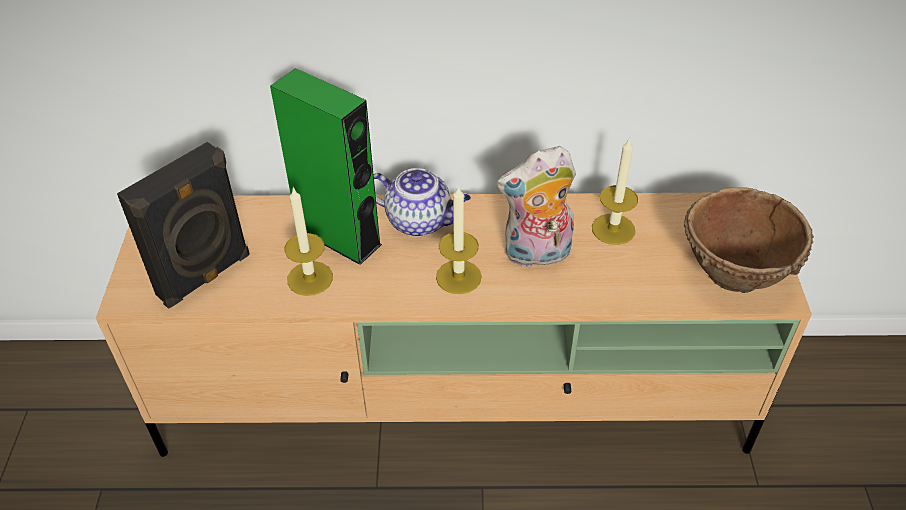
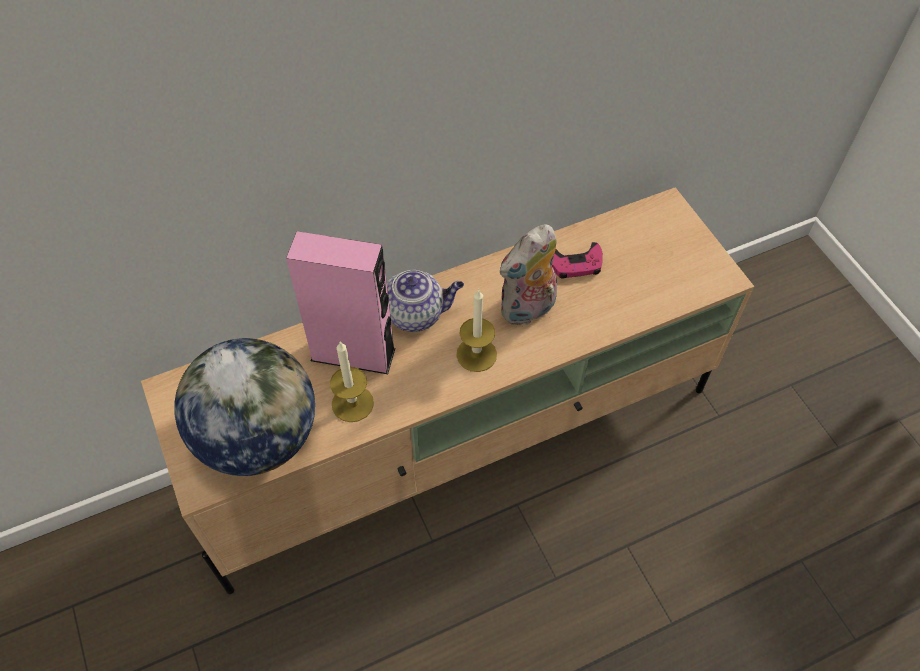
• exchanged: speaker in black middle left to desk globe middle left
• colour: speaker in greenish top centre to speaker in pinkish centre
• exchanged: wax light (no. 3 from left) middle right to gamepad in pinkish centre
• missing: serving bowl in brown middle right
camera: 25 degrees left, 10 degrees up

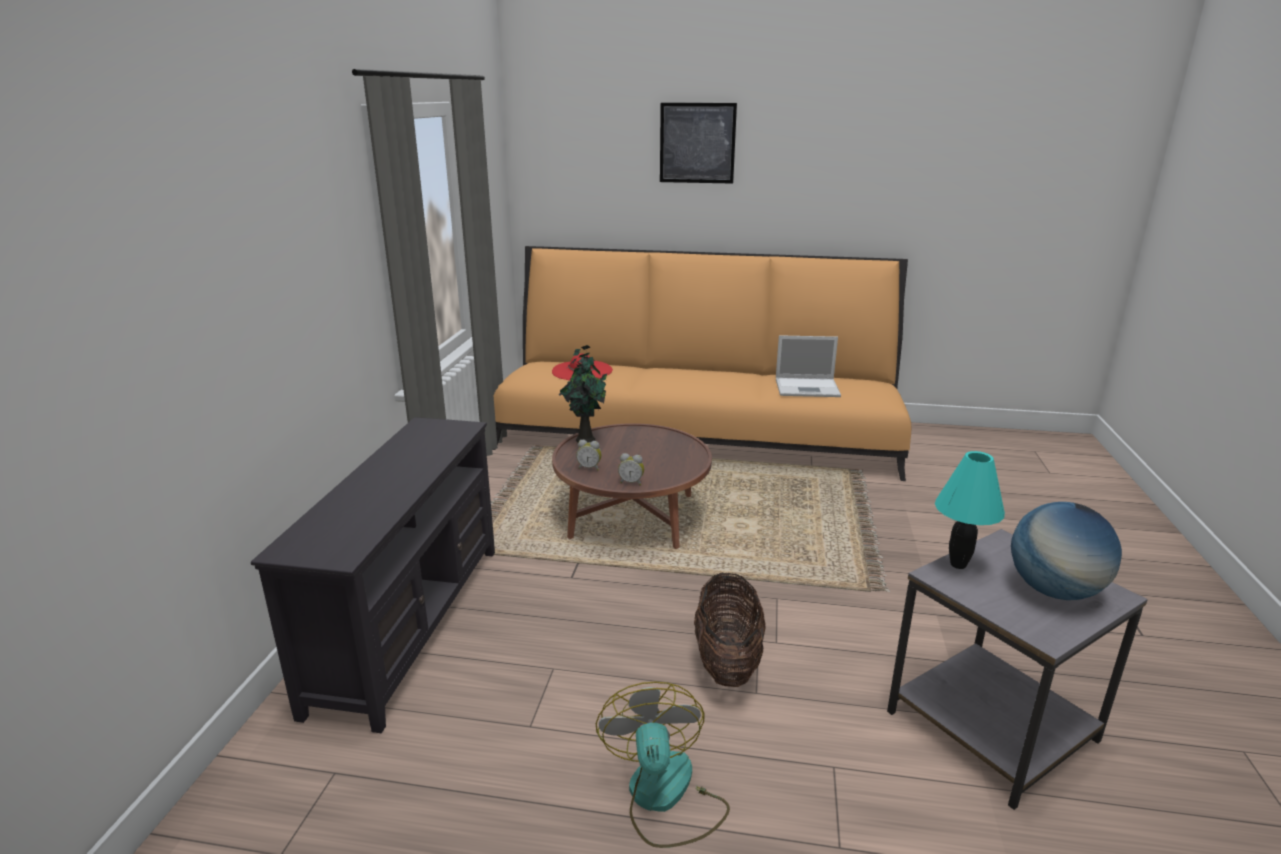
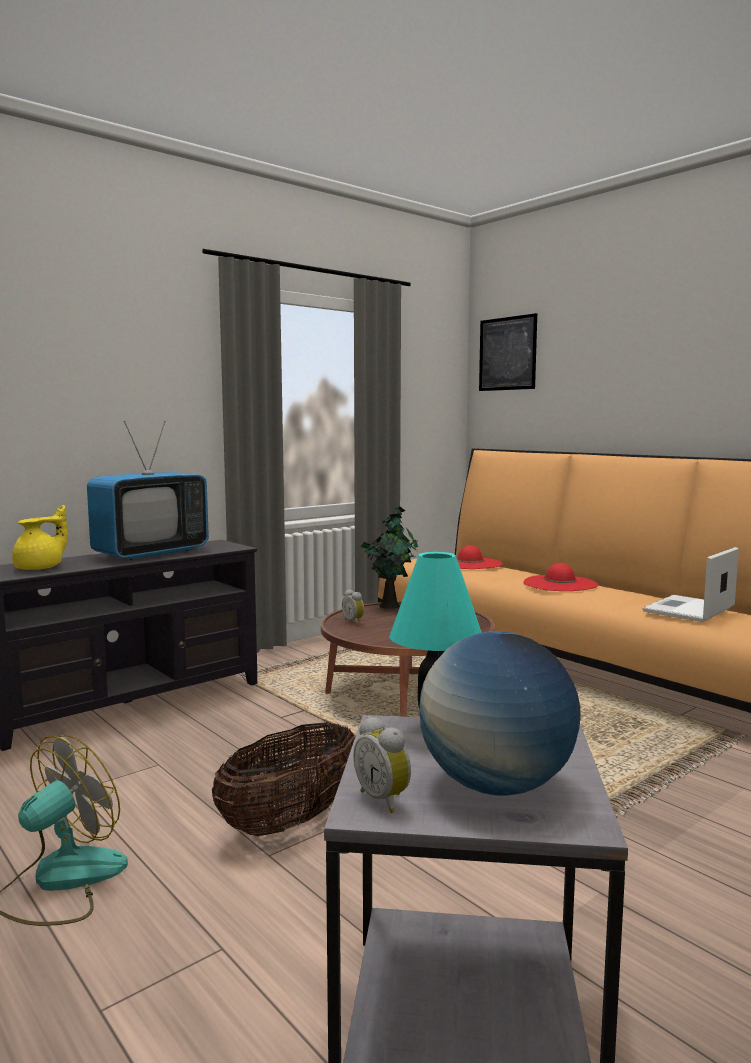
• appeared: tea pot in yellowish middle left
• appeared: TV set middle left
• relocated: alarm clock (no. 2 from left) centre to bottom centre
• relocated: picture top centre to top right
• appeared: clothing hat in red-coloured (no. 2 from left) middle right
• spun: portable computer centre = middle right 90 degrees clockwise
camera: 40 degrees right, 15 degrees down

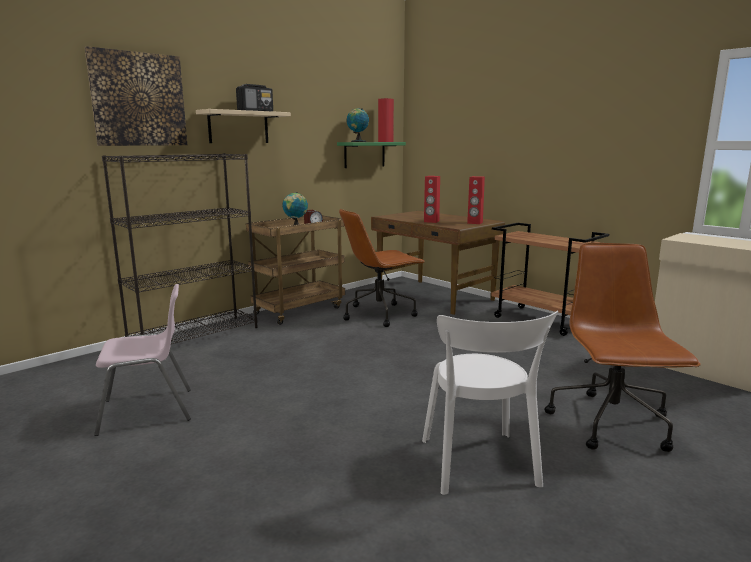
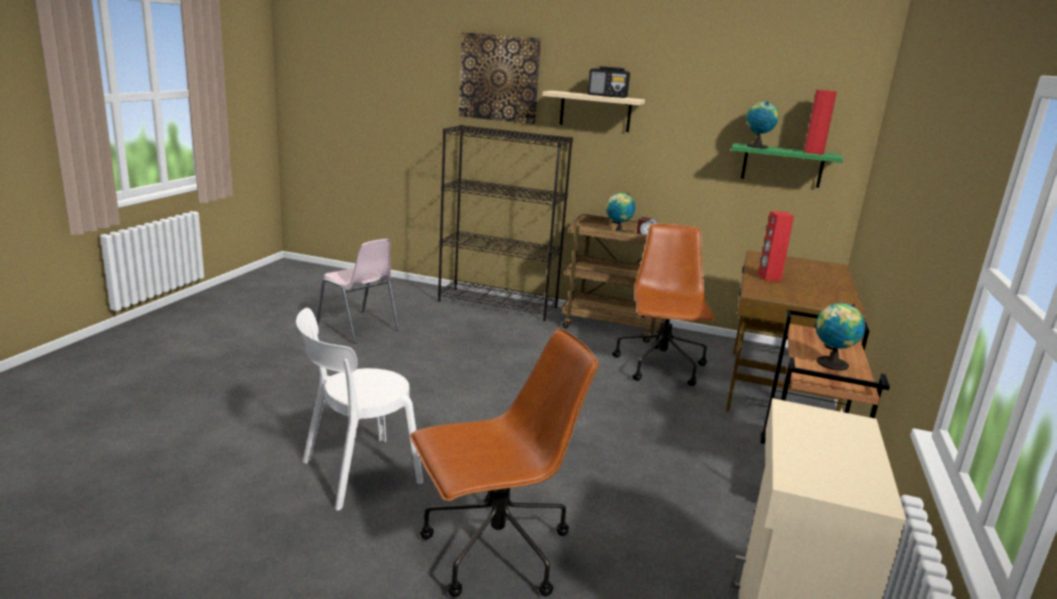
• spun: desk chair in brown (no. 1 from left in the first image) centre = centre 60 degrees clockwise
• appeared: desk globe (no. 3 from left) middle right
• missing: speaker in red-coloured (no. 3 from left) centre
camera: 60 degrees right, 5 degrees up

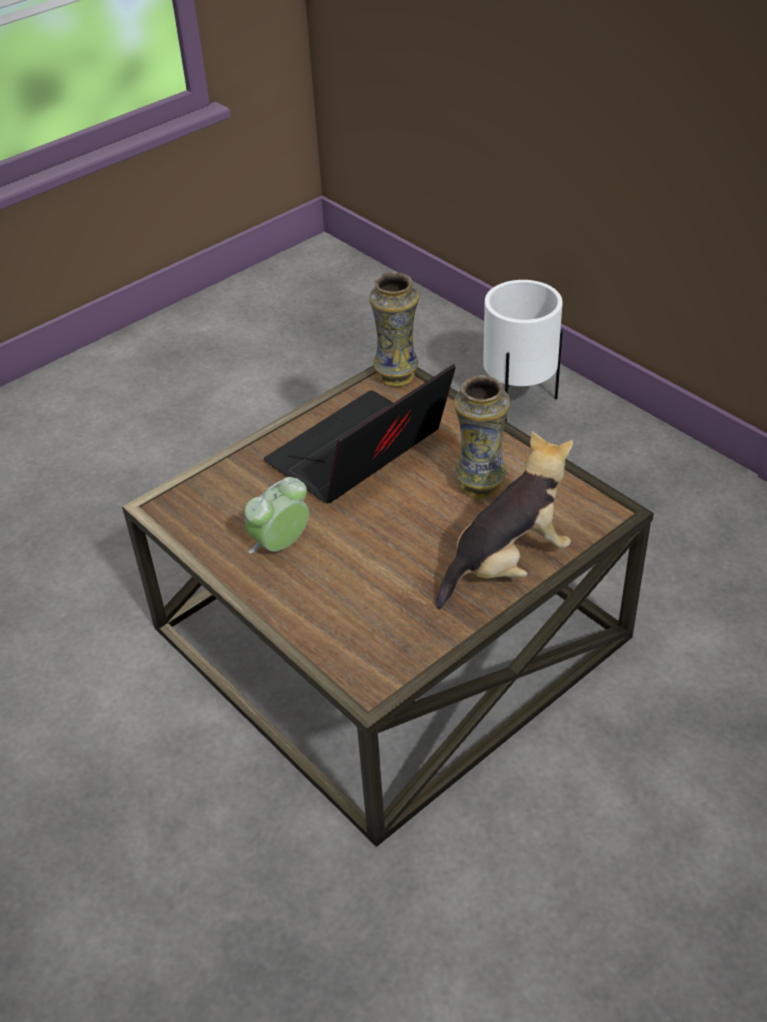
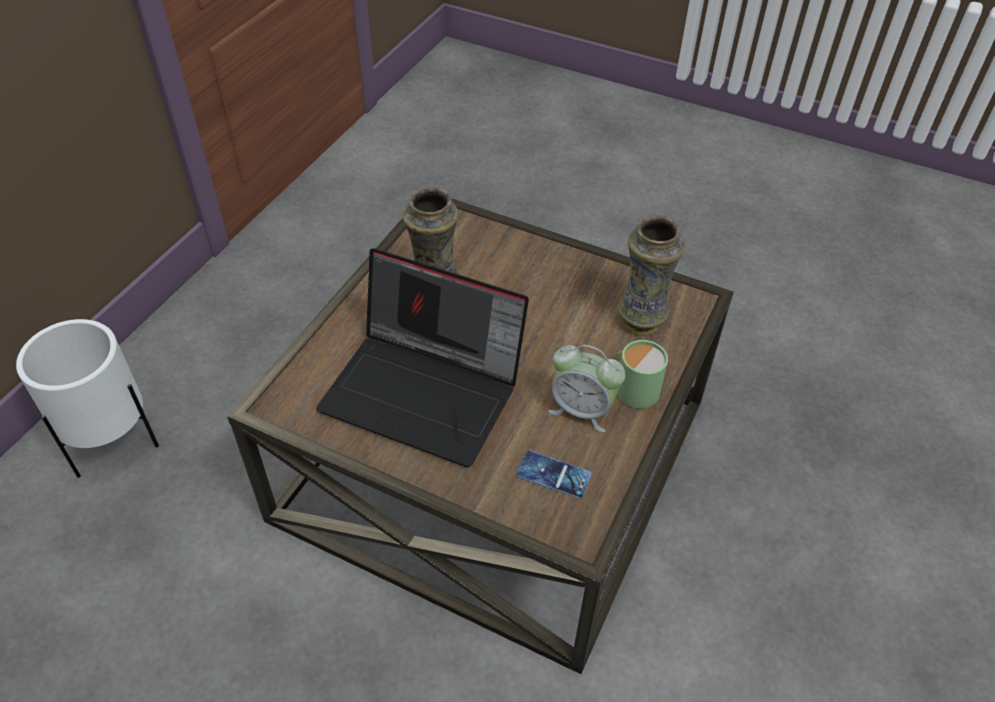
• appeared: phone bottom centre
• appeared: mug in greenish centre
• relocated: flower vase (no. 1 from left in the first image) top centre to flower vase (no. 2 from left) centre
• missing: cuddly toy centre
camera: 115 degrees left, 5 degrees up

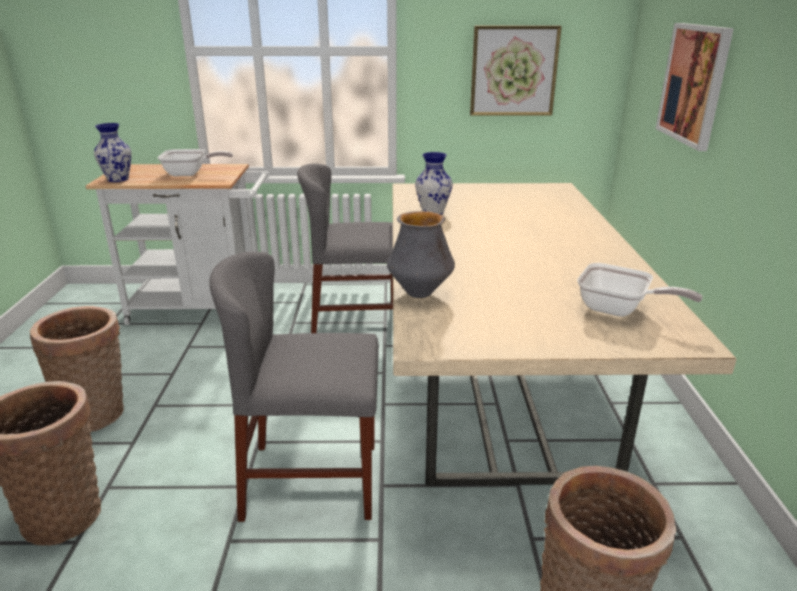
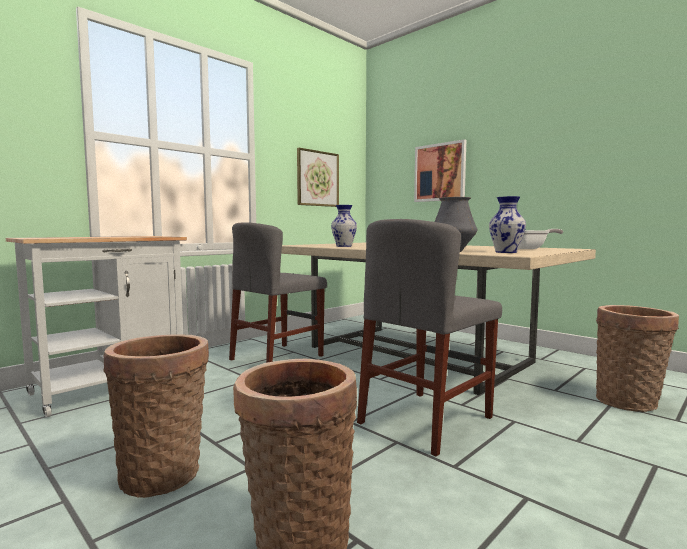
• relocated: flower vase (no. 1 from left in the first image) top left to flower vase (no. 3 from left) middle right
• missing: pan (no. 1 from left) top left
camera: 45 degrees left, 20 degrees down

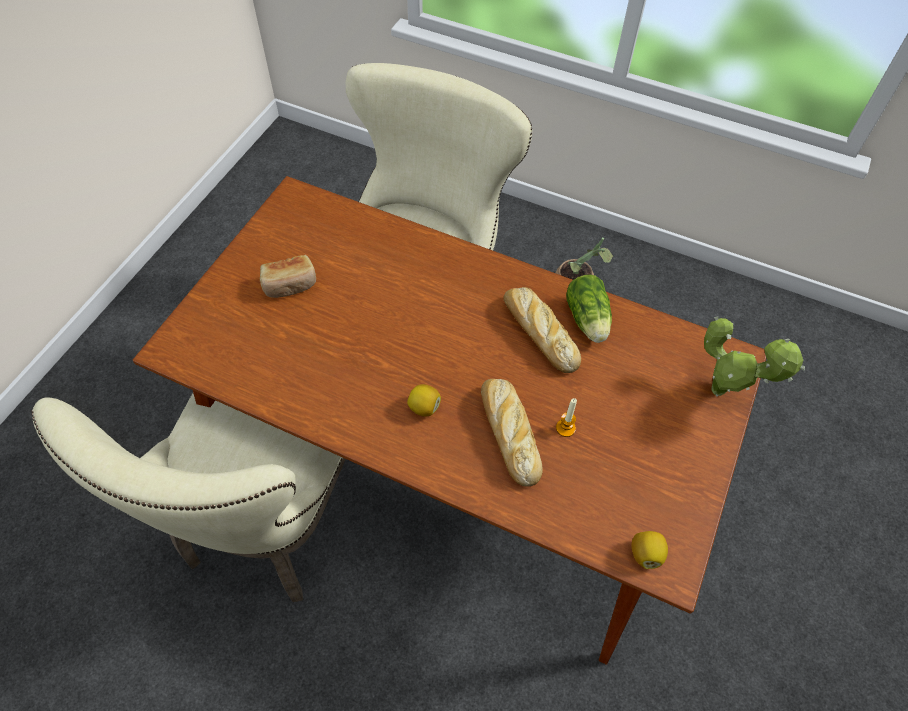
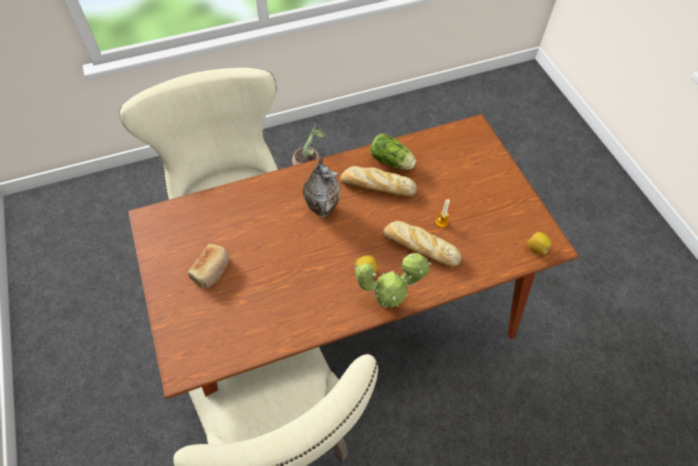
• appeared: flower vase centre
• relocated: houseplant (no. 2 from left) middle right to centre
camera: 45 degrees left, 0 degrees up

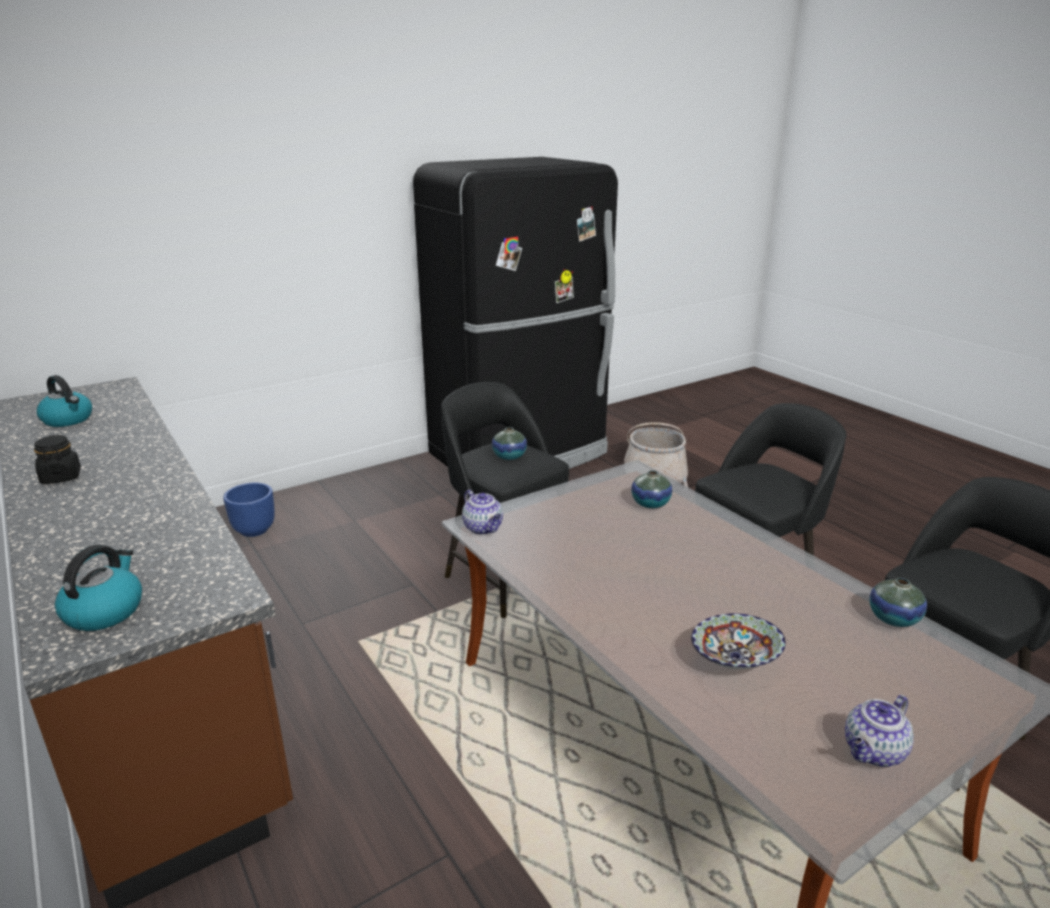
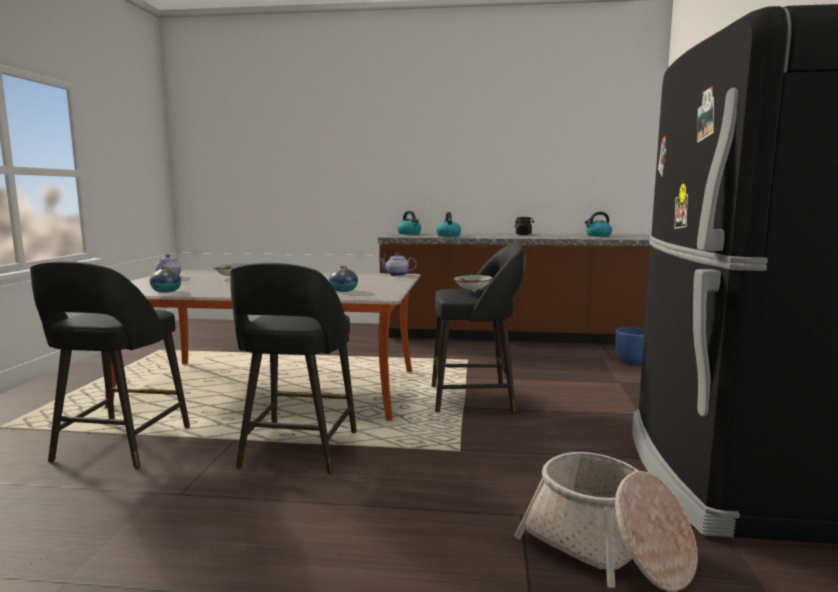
• appeared: tea kettle (no. 2 from left) centre
• exchanged: flower vase (no. 1 from left) centre to serving bowl (no. 2 from left) centre
camera: 130 degrees right, 15 degrees down

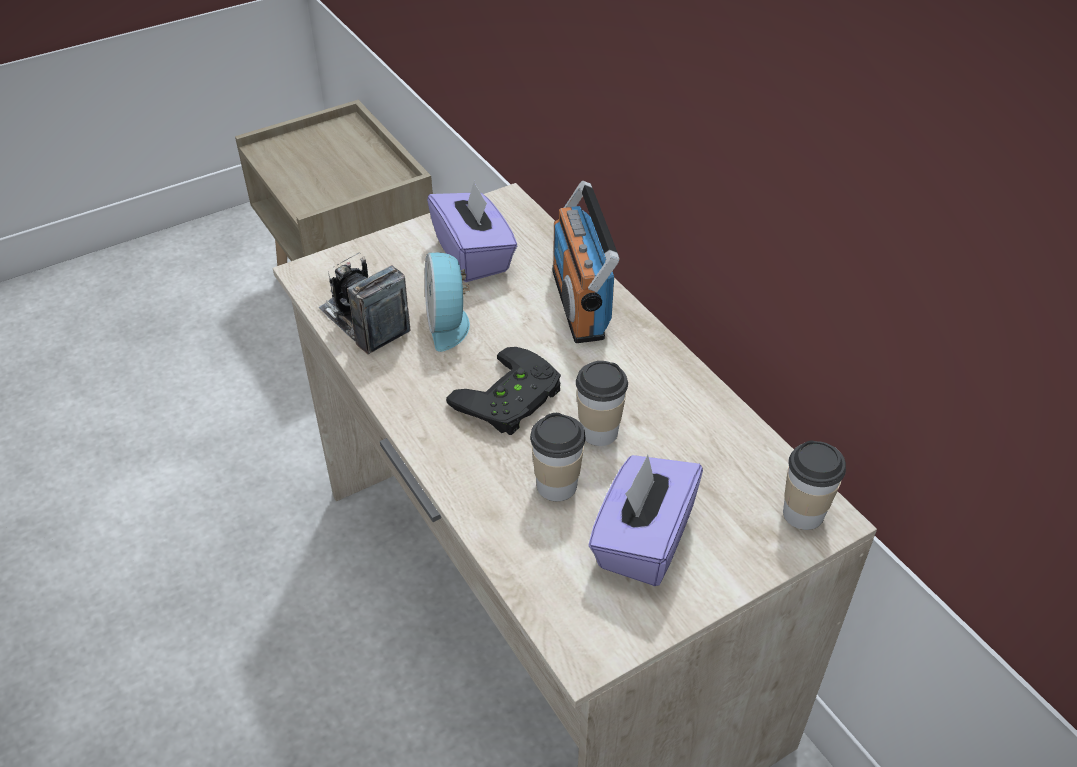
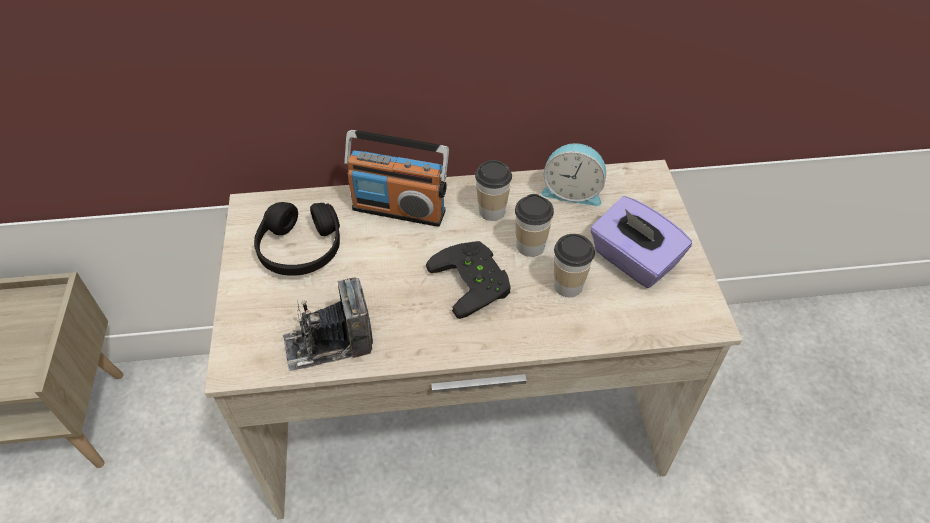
• exchanged: tissue holder in purple-coloured (no. 1 from left) top centre to headset in black middle left
• relocated: small cup (no. 3 from left in the first image) middle right to small cup (no. 1 from left) centre
• relocated: alarm clock centre to top centre
camera: 65 degrees left, 5 degrees up

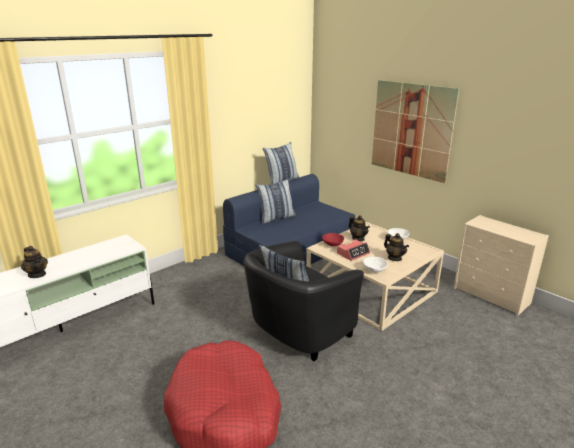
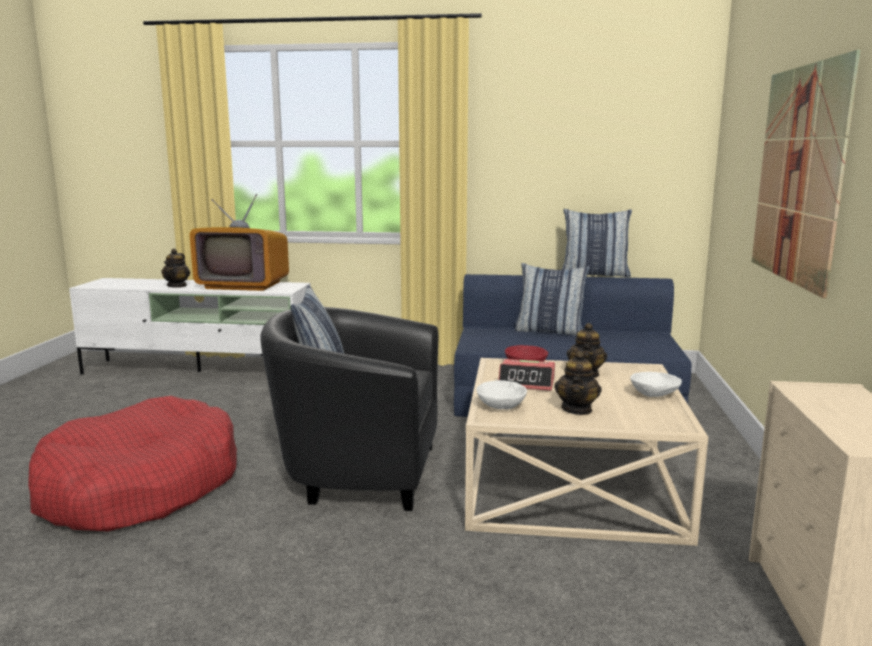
• appeared: TV set middle left
camera: 50 degrees right, 10 degrees down

